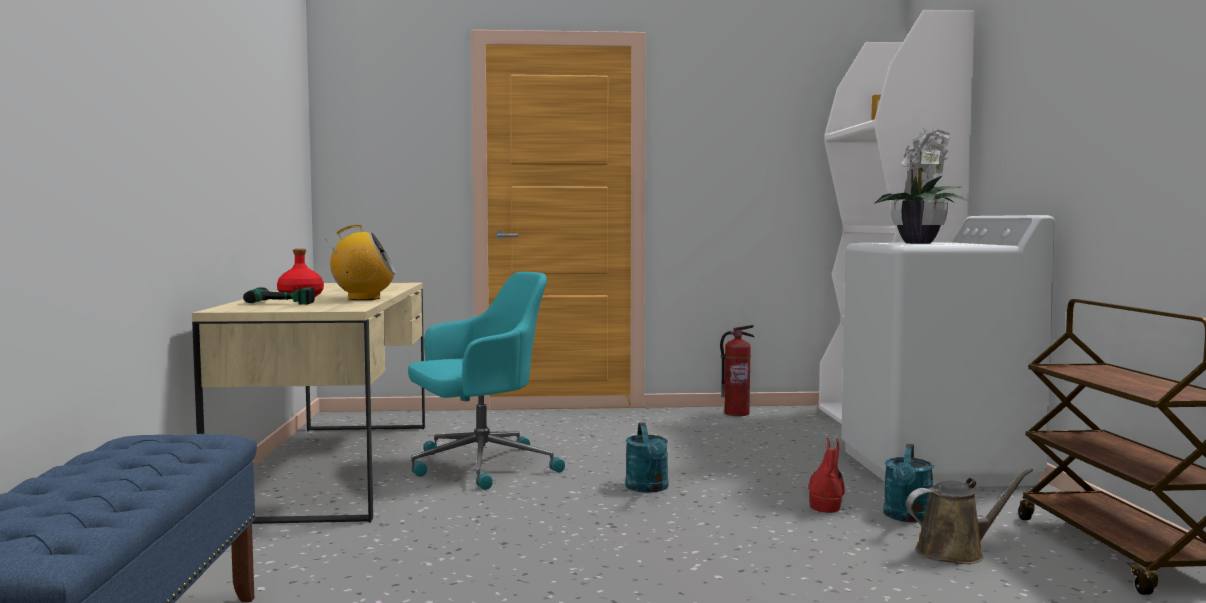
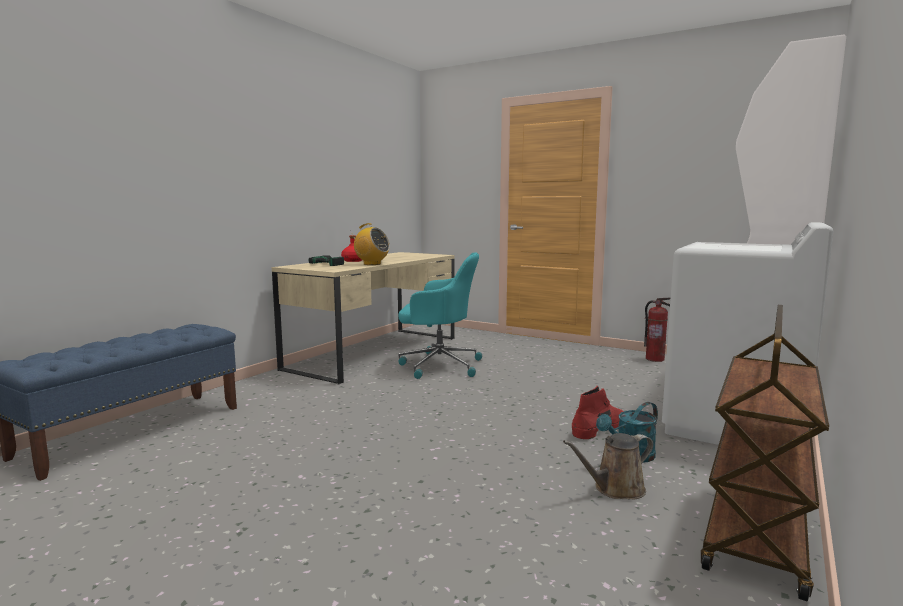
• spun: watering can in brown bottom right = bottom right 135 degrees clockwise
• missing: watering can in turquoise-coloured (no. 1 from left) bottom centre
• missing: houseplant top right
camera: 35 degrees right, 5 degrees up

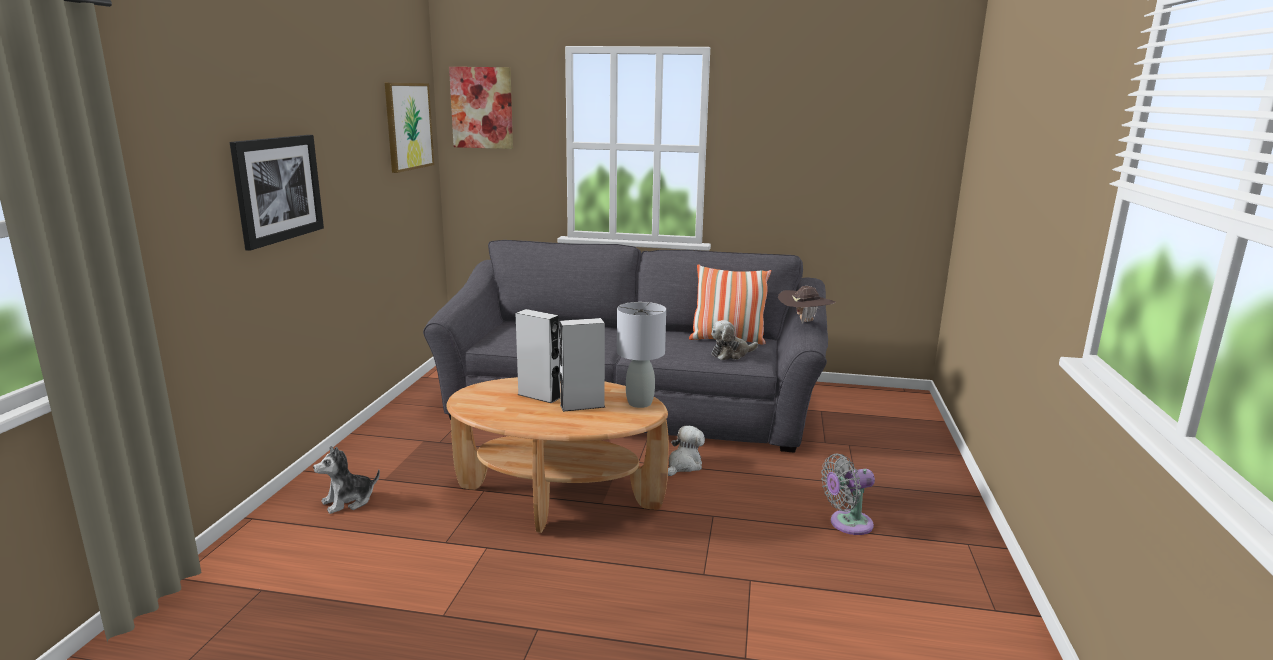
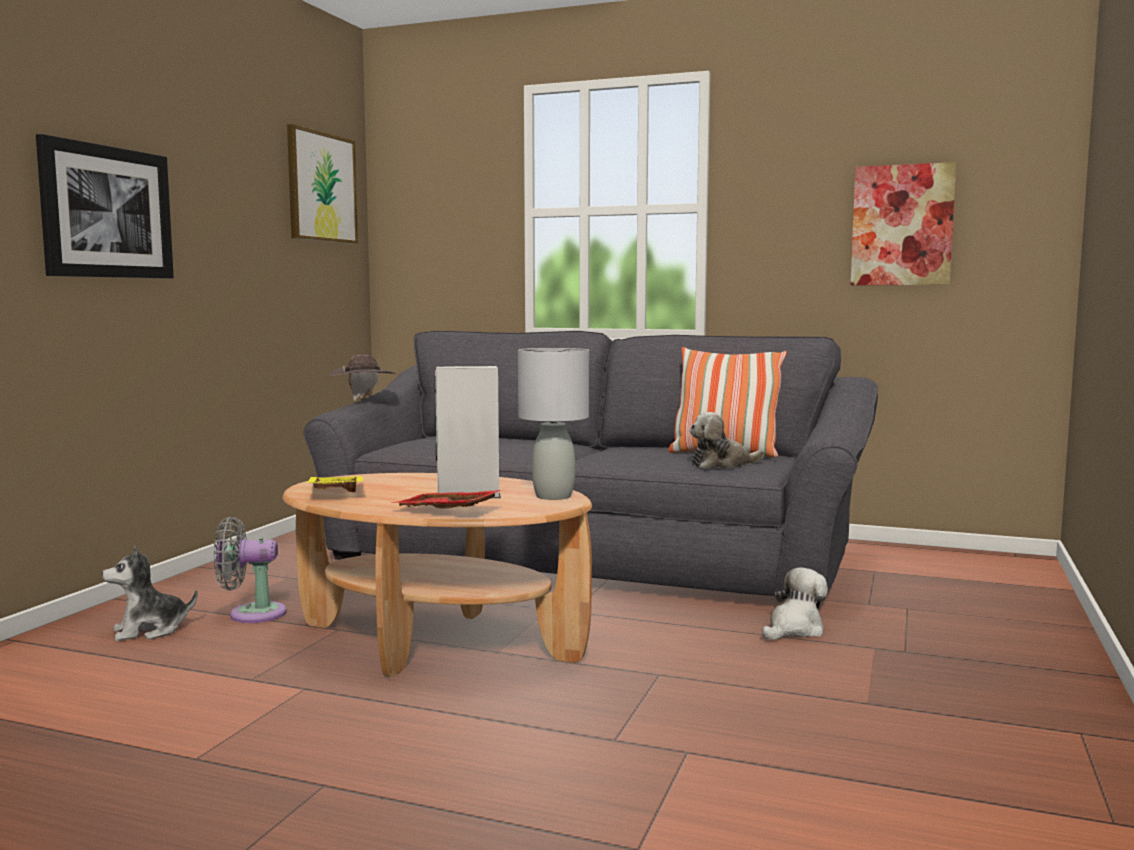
• relocated: cooling fan in greyish bottom centre to bottom left
• appeared: serving tray in yellowish middle left
• relocated: clothing hat in brown centre to middle left
• appeared: serving tray in red-coloured centre
• relocated: cuddly toy (no. 2 from left in the first image) bottom centre to cuddly toy (no. 3 from left) bottom right
• relocated: picture (no. 3 from left) top centre to top right
• missing: speaker in greyish (no. 1 from left) centre
camera: 10 degrees right, 10 degrees down

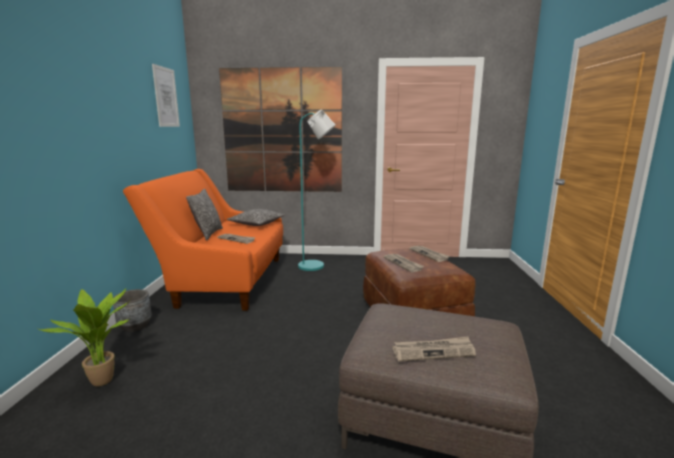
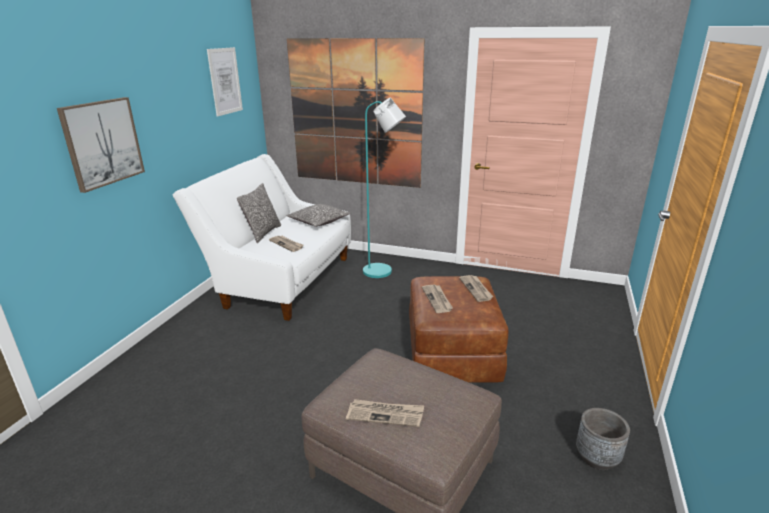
• appeared: picture (no. 1 from left) top left
• colour: couch in orange middle left to couch in white-coloured centre
• relocated: planter in greyish bottom left to bottom right
• missing: houseplant bottom left
camera: 15 degrees right, 10 degrees up

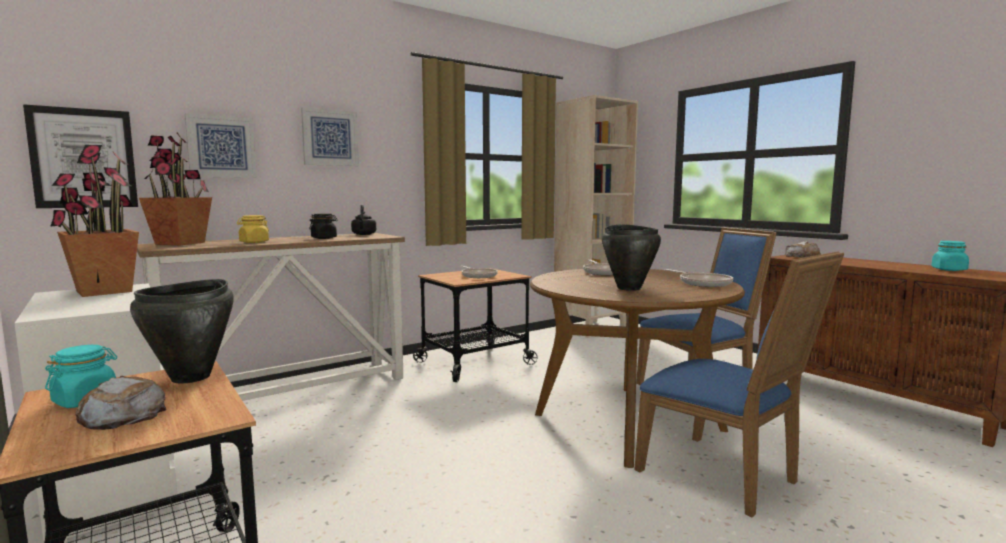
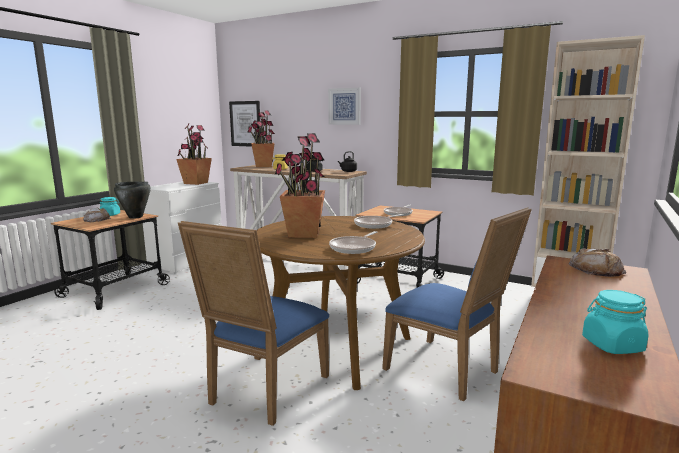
• exchanged: cooking pot in black (no. 2 from left) centre to houseplant (no. 3 from left) centre
• missing: picture (no. 2 from left) top left
camera: 65 degrees right, 5 degrees up

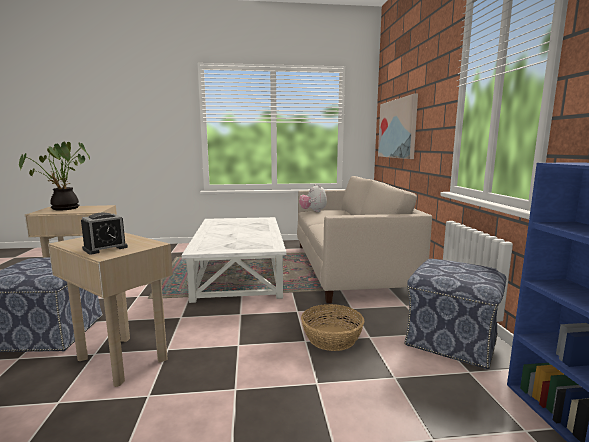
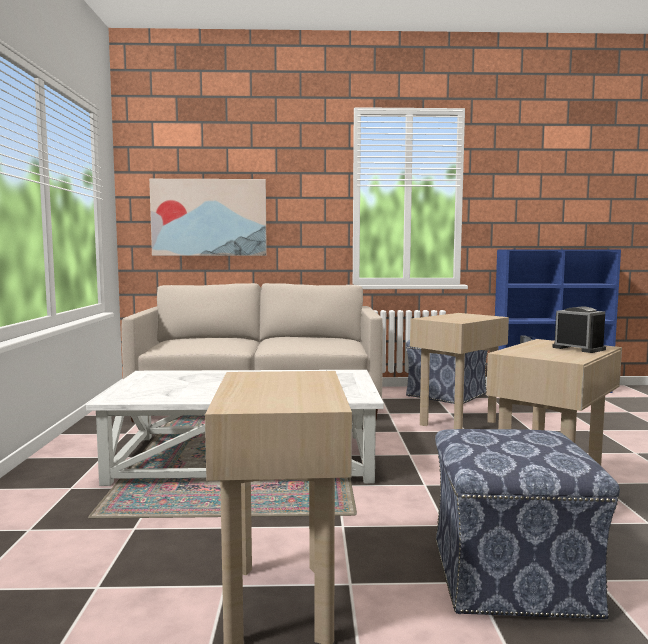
• exchanged: household basket bottom centre to end table in beige (no. 2 from left) middle right
• missing: houseplant middle left
• missing: cuddly toy centre
camera: 85 degrees left, 5 degrees down

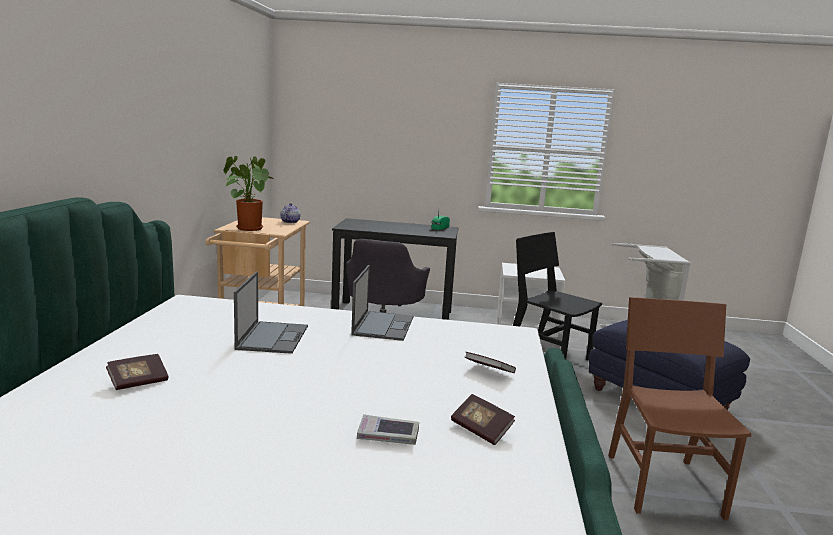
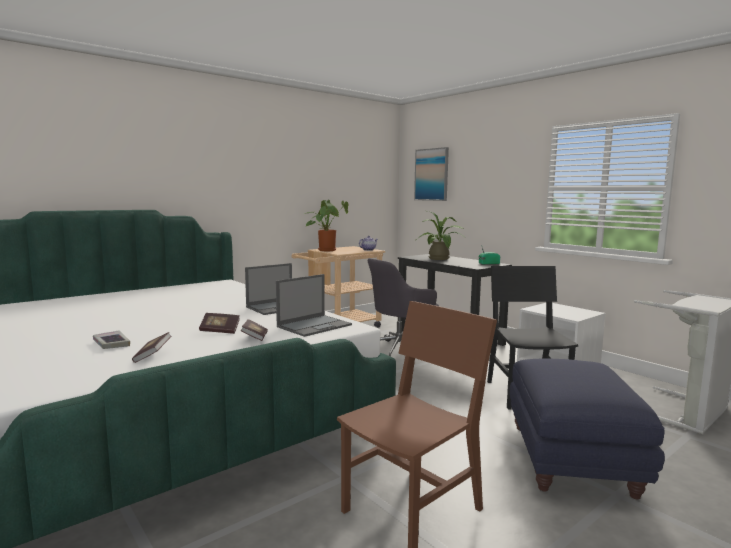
• relocated: bound book (no. 1 from left in the first image) bottom left to bound book (no. 3 from left) middle left
• relocated: portable computer (no. 1 from left in the first image) middle left to portable computer (no. 2 from left) centre
• appeared: picture top centre
• appeared: houseplant (no. 2 from left) centre
camera: 45 degrees right, 5 degrees down

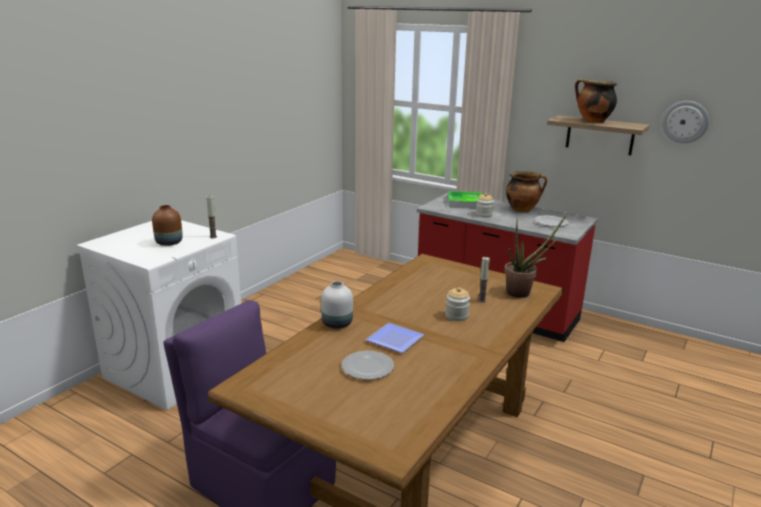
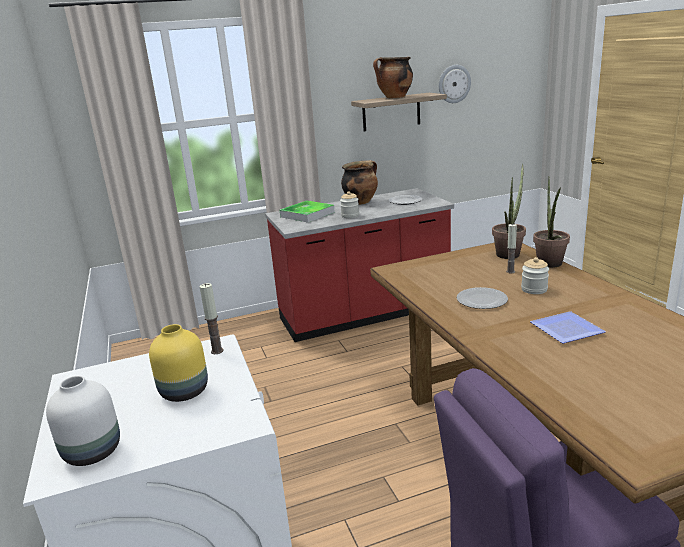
• relocated: flower vase in white-coloured centre to bottom left
• colour: flower vase in brown middle left to flower vase in yellowish middle left
• relocated: dinner plate (no. 1 from left in the first image) bottom centre to dinner plate (no. 2 from left) middle right
• appeared: houseplant (no. 2 from left) middle right
camera: 50 degrees left, 0 degrees up

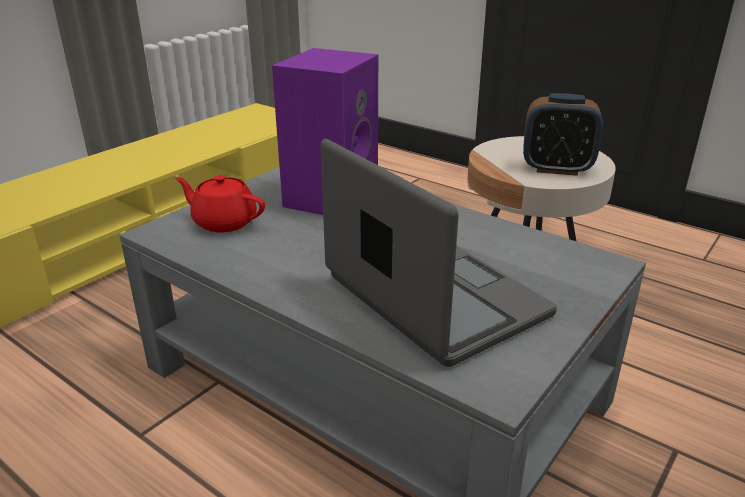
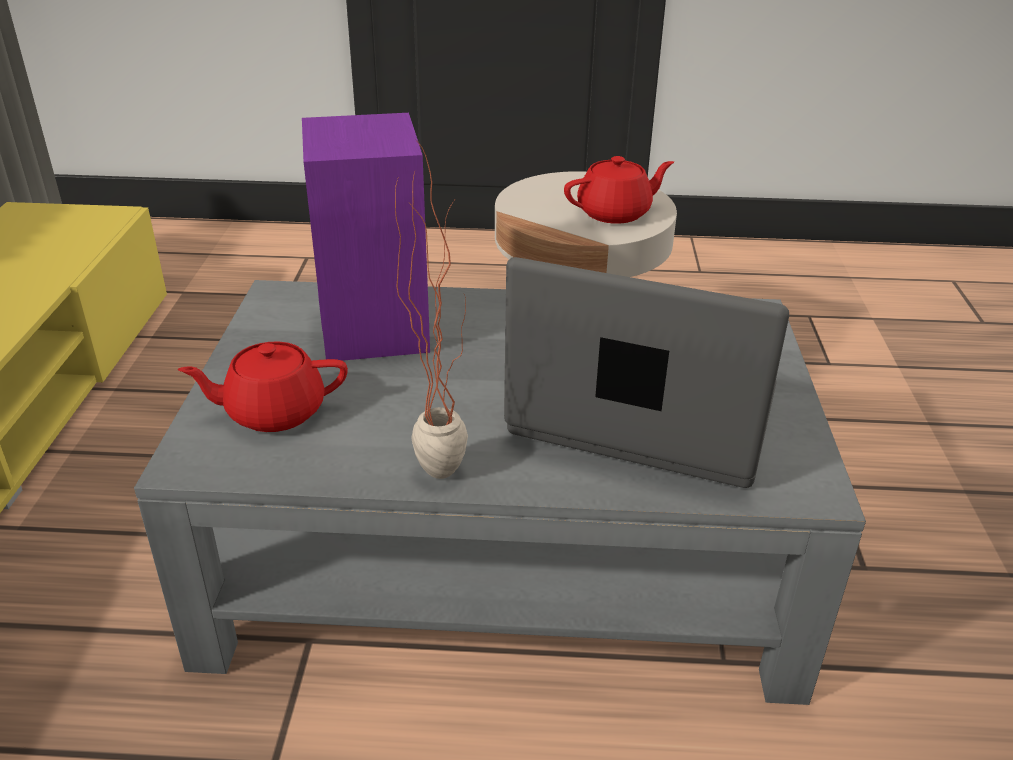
• appeared: houseplant centre
• exchanged: alarm clock top right to tea pot in red-coloured (no. 2 from left) top centre
camera: 35 degrees left, 5 degrees up

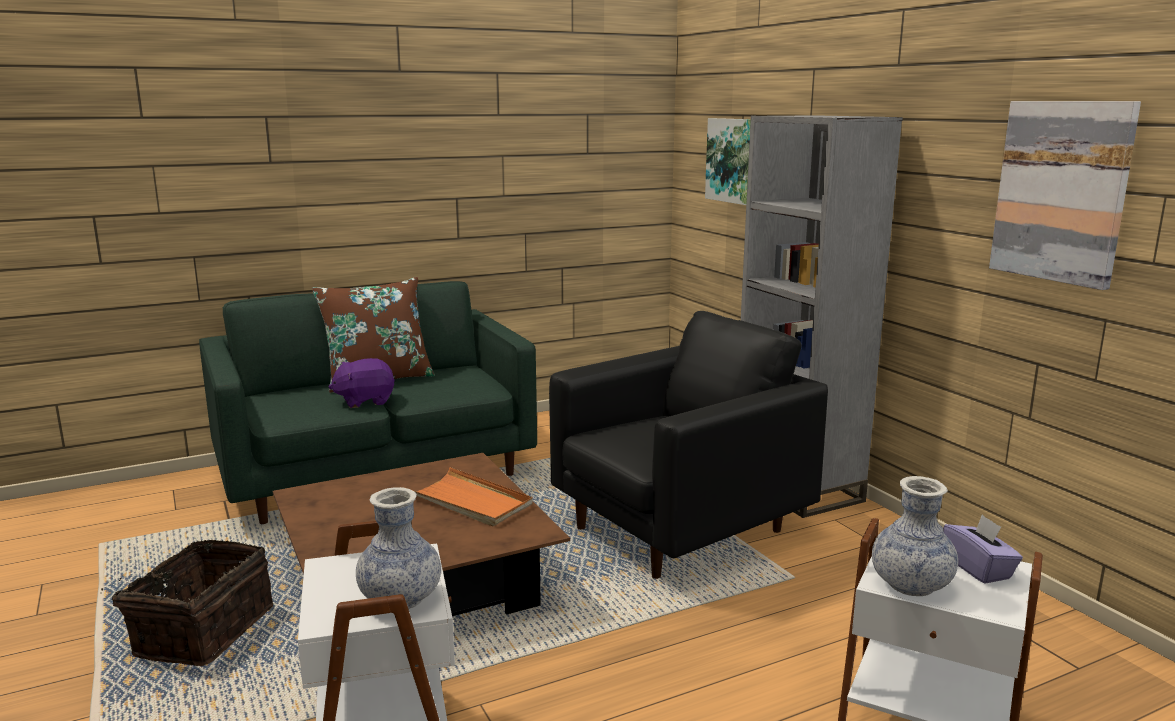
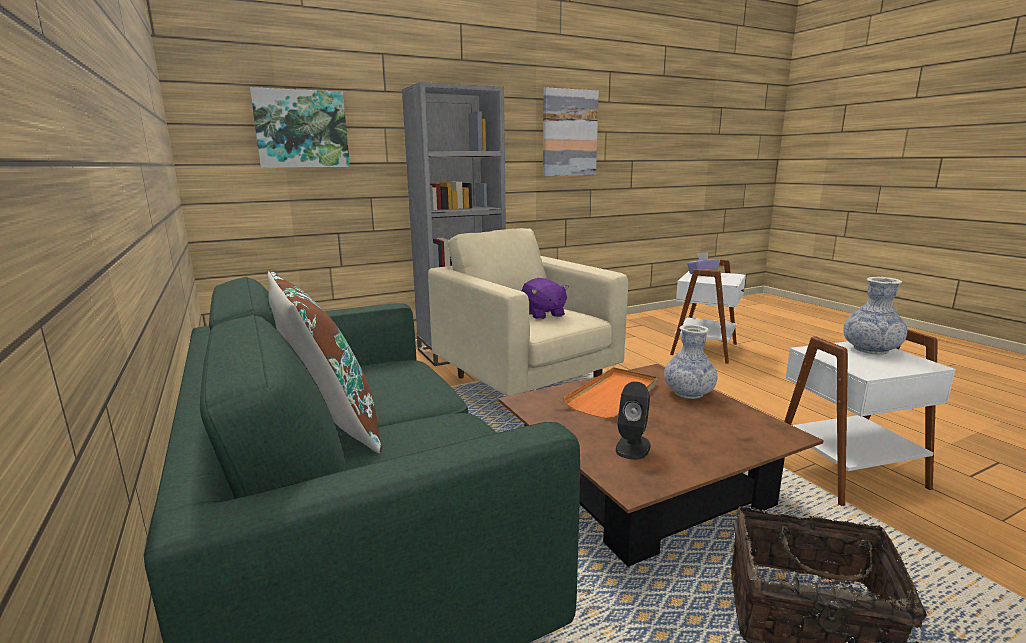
• colour: easy chair in black centre to easy chair in beige centre
• relocated: cuddly toy in purple-coloured middle left to centre
• appeared: speaker in black centre
• relocated: flower vase (no. 2 from left in the first image) bottom right to flower vase (no. 1 from left) middle right
camera: 90 degrees left, 0 degrees up

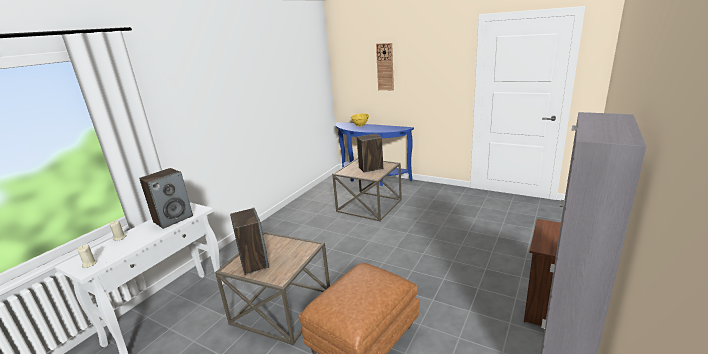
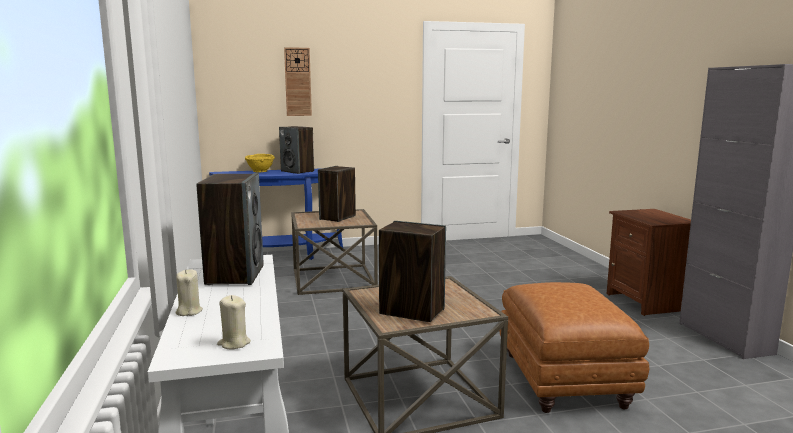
• appeared: speaker (no. 2 from left) centre
camera: 45 degrees left, 10 degrees down

